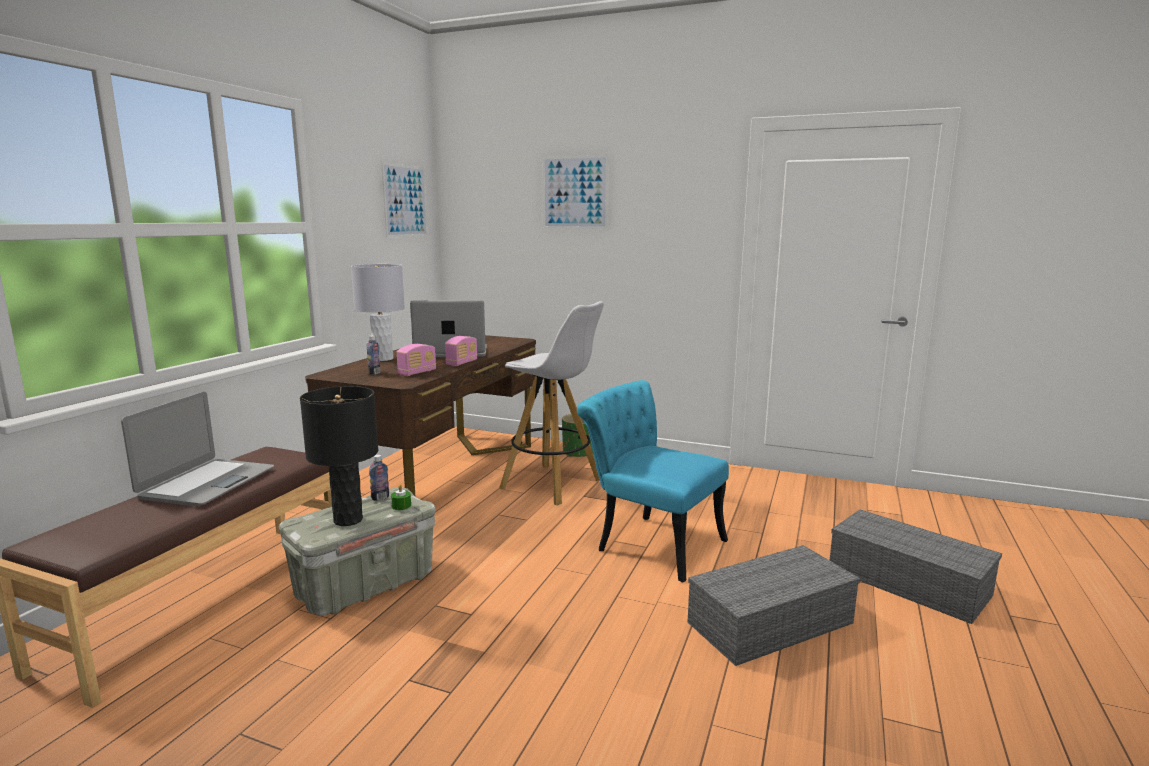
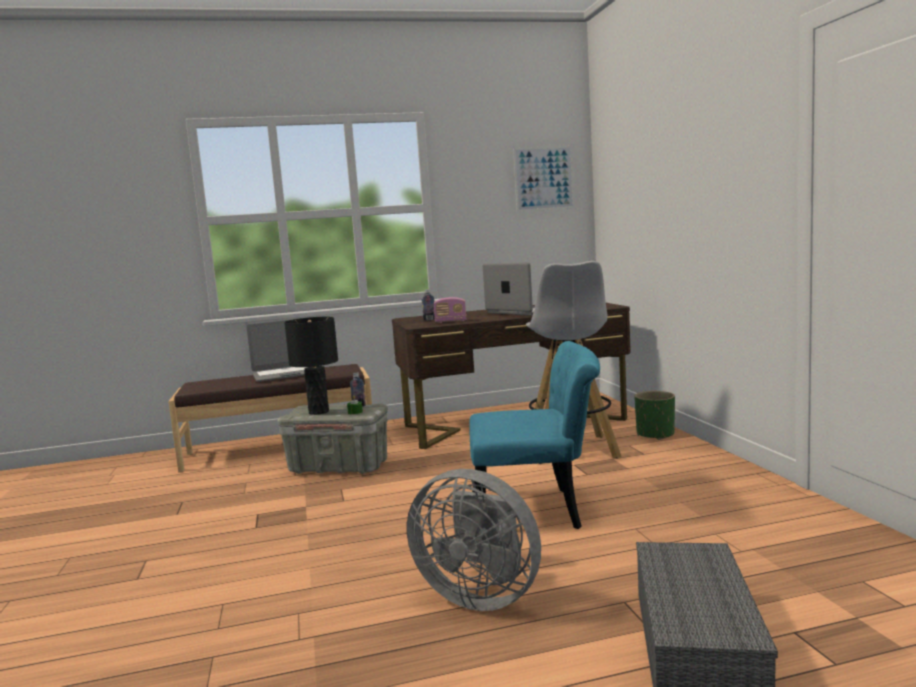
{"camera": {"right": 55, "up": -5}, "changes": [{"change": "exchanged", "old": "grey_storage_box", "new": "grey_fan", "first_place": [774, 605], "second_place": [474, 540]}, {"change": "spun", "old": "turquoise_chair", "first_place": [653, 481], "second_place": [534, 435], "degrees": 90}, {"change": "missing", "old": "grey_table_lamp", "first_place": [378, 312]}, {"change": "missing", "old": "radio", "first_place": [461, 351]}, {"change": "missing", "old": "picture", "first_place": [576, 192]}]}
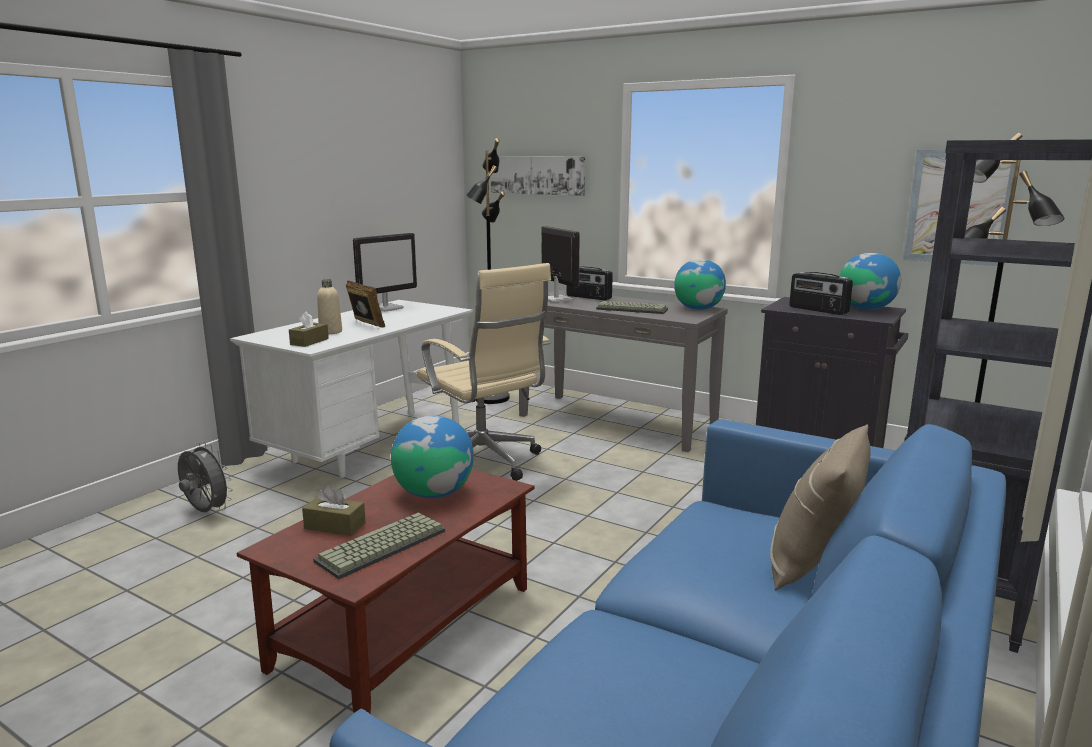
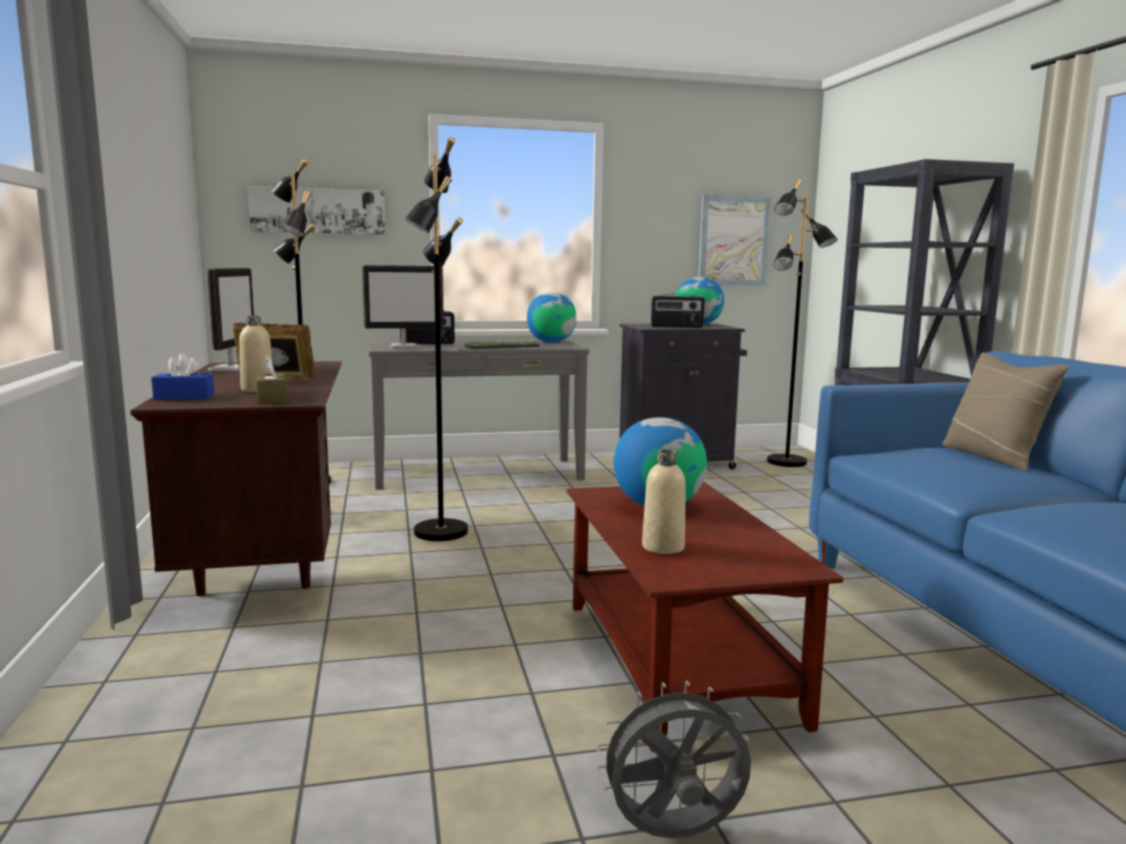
{"camera": {"right": -45, "up": -5}, "changes": [{"change": "colour", "old": "white_desk", "new": "brown_desk", "first_place": [351, 389], "second_place": [236, 478]}, {"change": "appeared", "new": "blue_tissue_box", "second_place": [182, 376]}, {"change": "spun", "old": "monitor", "first_place": [560, 264], "second_place": [403, 306], "degrees": 150}, {"change": "exchanged", "old": "beige_office_chair", "new": "black_floor_lamp", "first_place": [483, 372], "second_place": [436, 339]}, {"change": "relocated", "old": "grey_fan", "first_place": [205, 477], "second_place": [673, 759]}, {"change": "exchanged", "old": "brown_tissue_box", "new": "beige_bottle", "first_place": [334, 510], "second_place": [664, 502]}, {"change": "missing", "old": "keyboard", "first_place": [379, 545]}]}
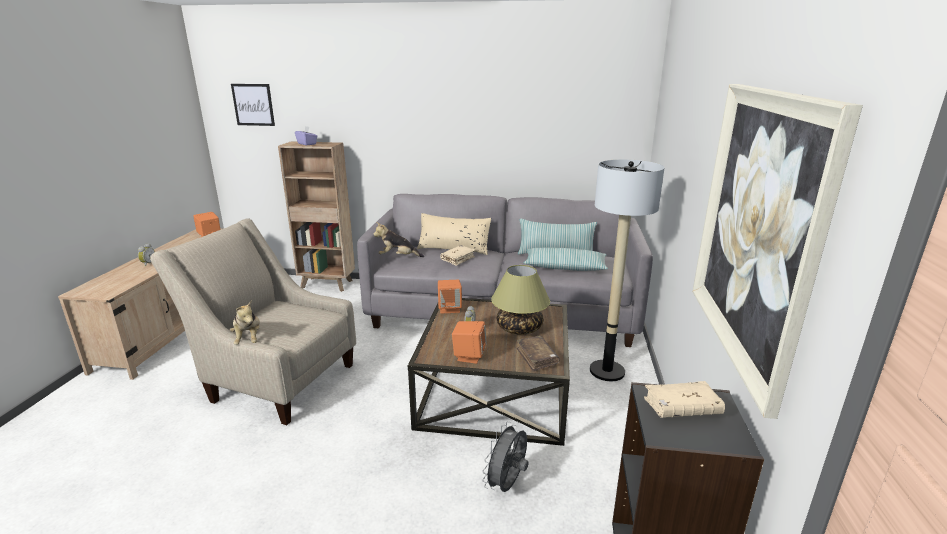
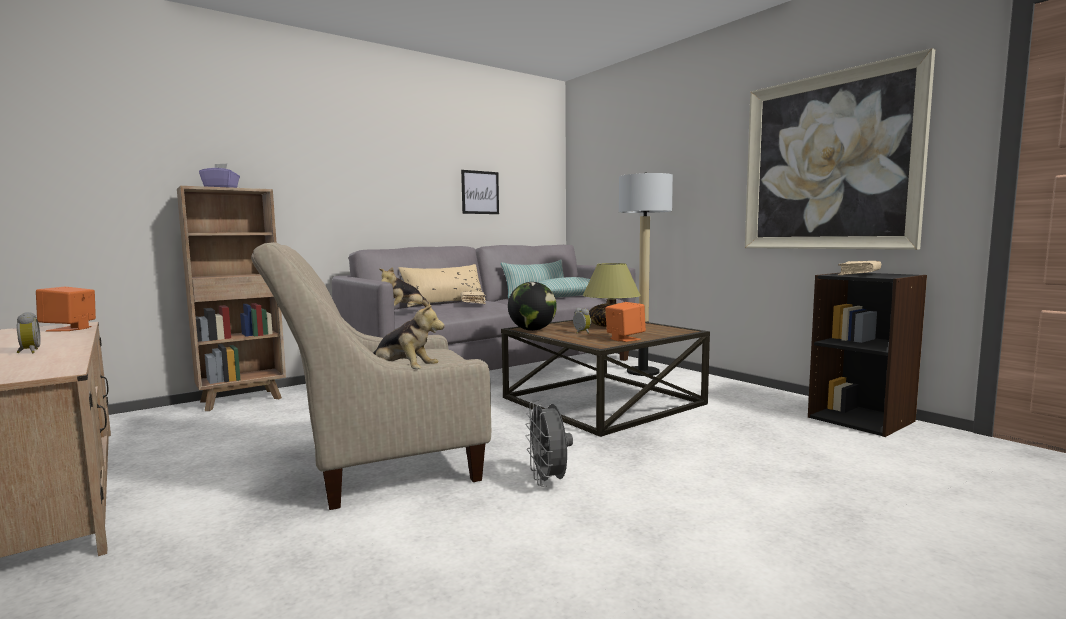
{"camera": {"right": -45, "up": -15}, "changes": [{"change": "relocated", "old": "picture", "first_place": [253, 105], "second_place": [480, 192]}, {"change": "exchanged", "old": "orange_speaker", "new": "globe", "first_place": [450, 297], "second_place": [532, 306]}, {"change": "relocated", "old": "grey_fan", "first_place": [505, 456], "second_place": [549, 443]}, {"change": "missing", "old": "brown_book", "first_place": [538, 353]}]}
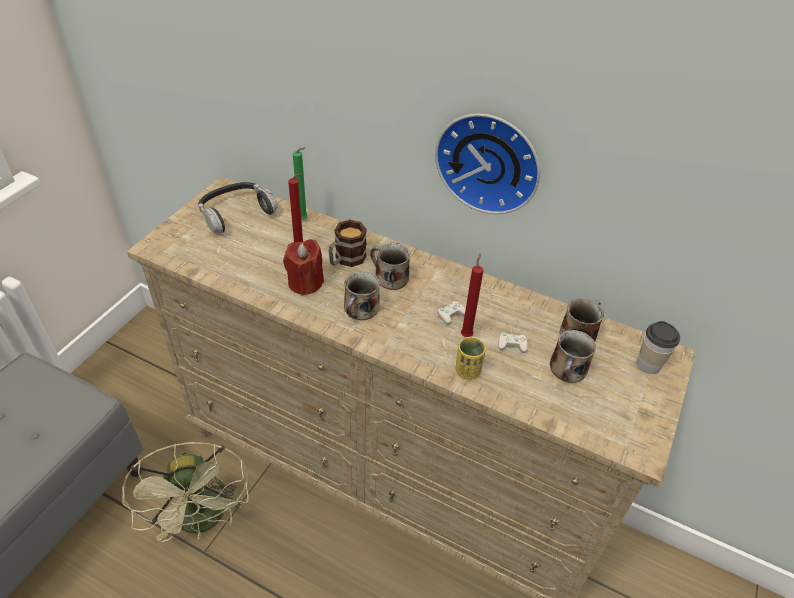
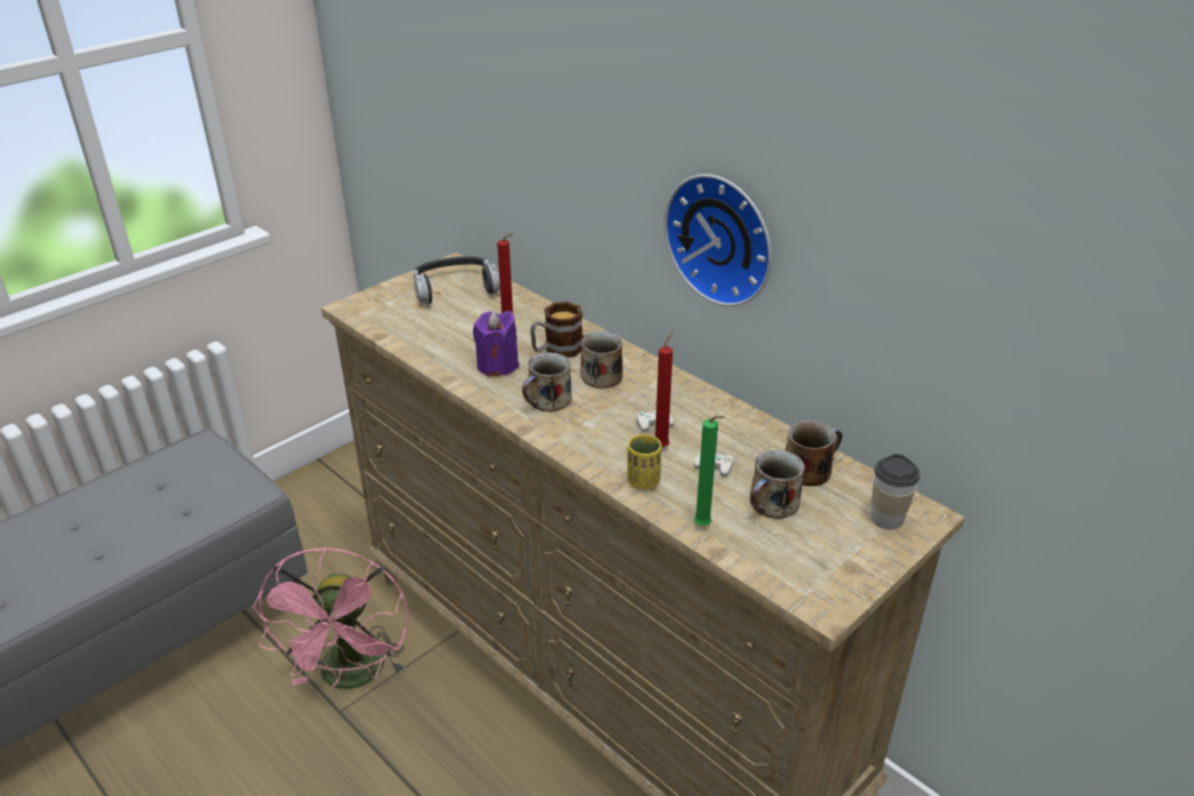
{"camera": {"right": 20, "up": -10}, "changes": [{"change": "colour", "old": "green_fan", "new": "pink_fan", "first_place": [185, 492], "second_place": [331, 618]}, {"change": "colour", "old": "red_candle", "new": "purple_candle", "first_place": [303, 267], "second_place": [496, 344]}, {"change": "relocated", "old": "green_candle", "first_place": [300, 184], "second_place": [709, 471]}]}
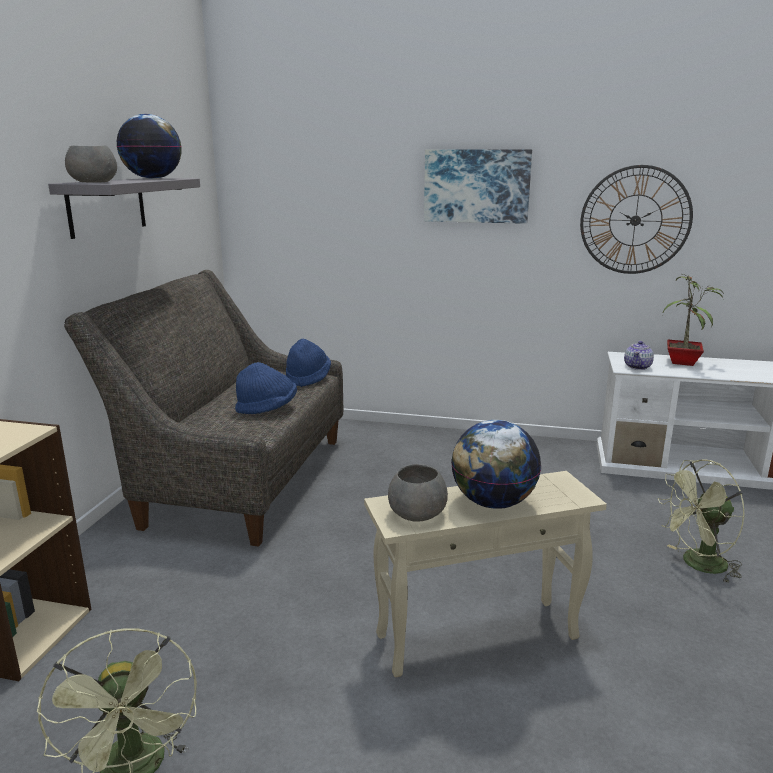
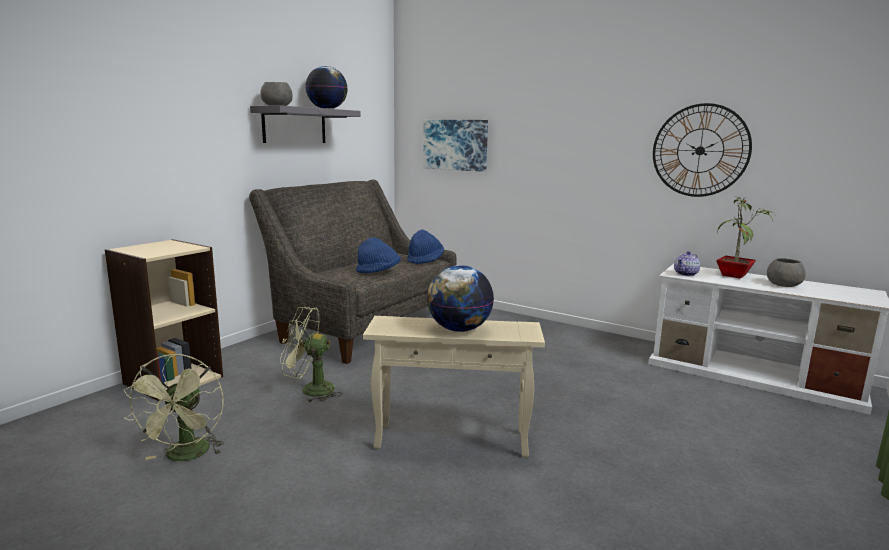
{"camera": {"right": 20, "up": -5}, "changes": [{"change": "relocated", "old": "green_fan", "first_place": [701, 521], "second_place": [311, 354]}, {"change": "relocated", "old": "picture", "first_place": [478, 186], "second_place": [455, 146]}, {"change": "relocated", "old": "grey_bowl", "first_place": [418, 492], "second_place": [786, 272]}]}
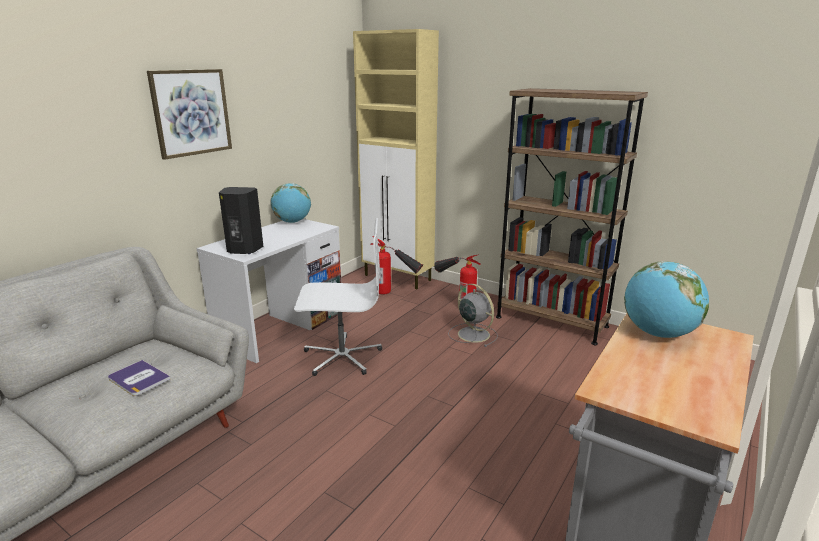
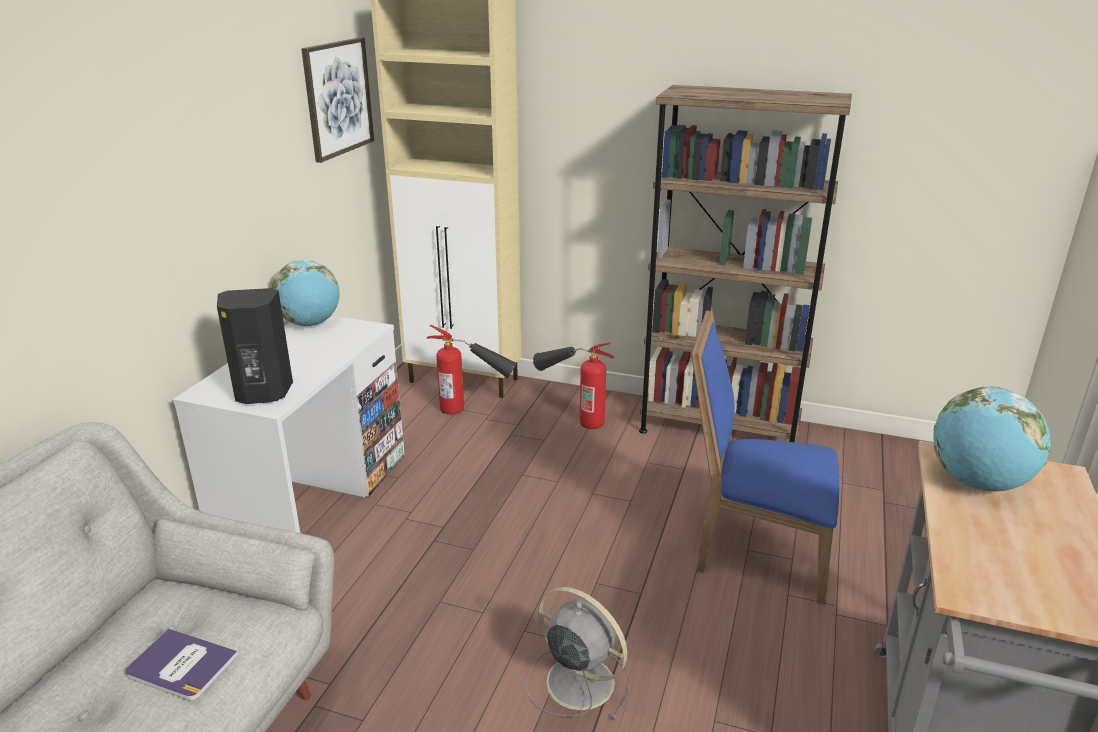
{"camera": {"right": -15, "up": 5}, "changes": [{"change": "relocated", "old": "picture", "first_place": [189, 114], "second_place": [337, 100]}, {"change": "relocated", "old": "grey_fan", "first_place": [473, 315], "second_place": [578, 653]}, {"change": "appeared", "new": "blue_chair", "second_place": [765, 457]}, {"change": "missing", "old": "white_office_chair", "first_place": [338, 297]}]}
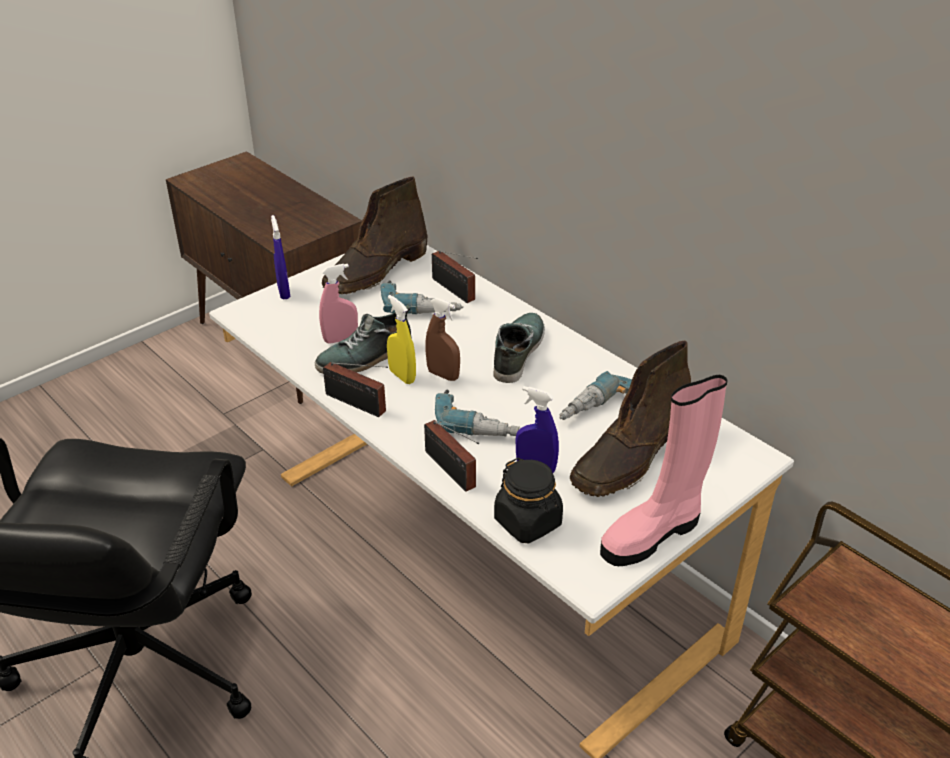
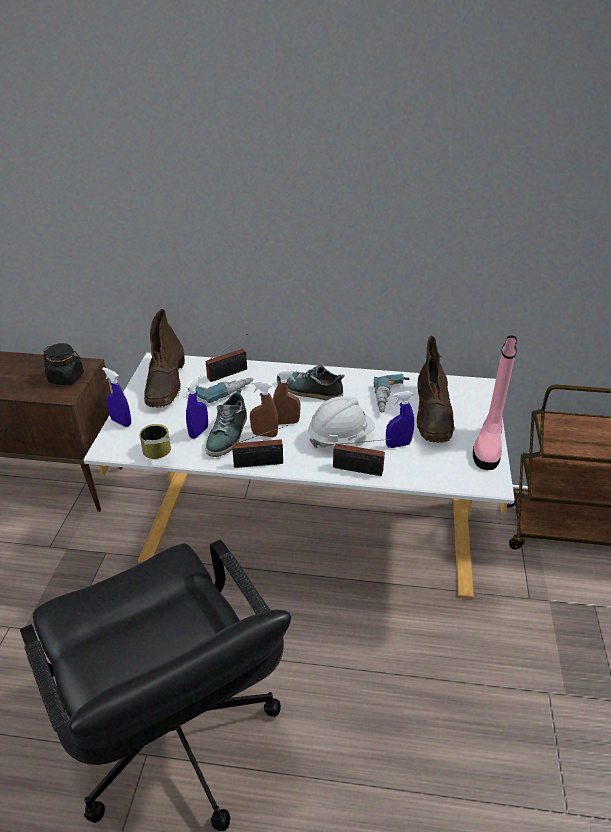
{"camera": {"right": -40, "up": 0}, "changes": [{"change": "relocated", "old": "black_jar", "first_place": [528, 500], "second_place": [63, 364]}, {"change": "appeared", "new": "can", "second_place": [155, 441]}, {"change": "colour", "old": "pink_spray_bottle", "new": "blue_spray_bottle", "first_place": [338, 304], "second_place": [197, 407]}, {"change": "spun", "old": "radio", "first_place": [455, 277], "second_place": [226, 358], "degrees": -45}, {"change": "colour", "old": "yellow_spray_bottle", "new": "brown_spray_bottle", "first_place": [401, 339], "second_place": [264, 409]}, {"change": "spun", "old": "shoe", "first_place": [519, 348], "second_place": [311, 383], "degrees": -45}, {"change": "exchanged", "old": "power_drill", "new": "white_hard_hat", "first_place": [477, 413], "second_place": [341, 422]}]}
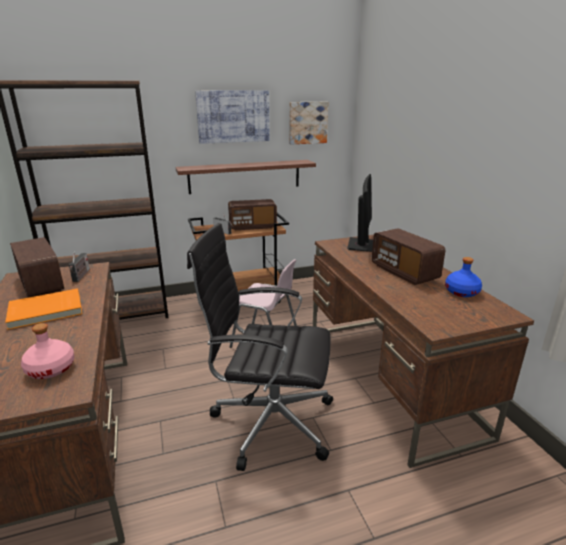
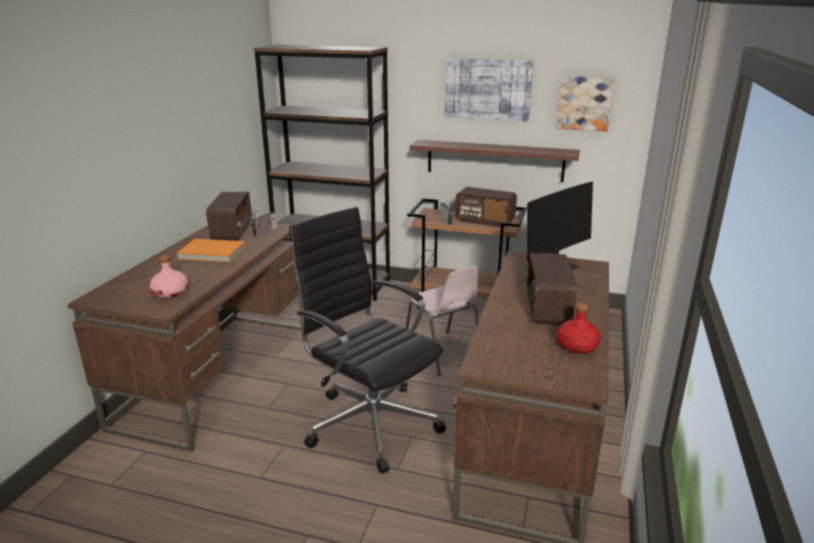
{"camera": {"right": 35, "up": 0}, "changes": [{"change": "colour", "old": "blue_bottle", "new": "red_bottle", "first_place": [463, 277], "second_place": [578, 328]}]}
